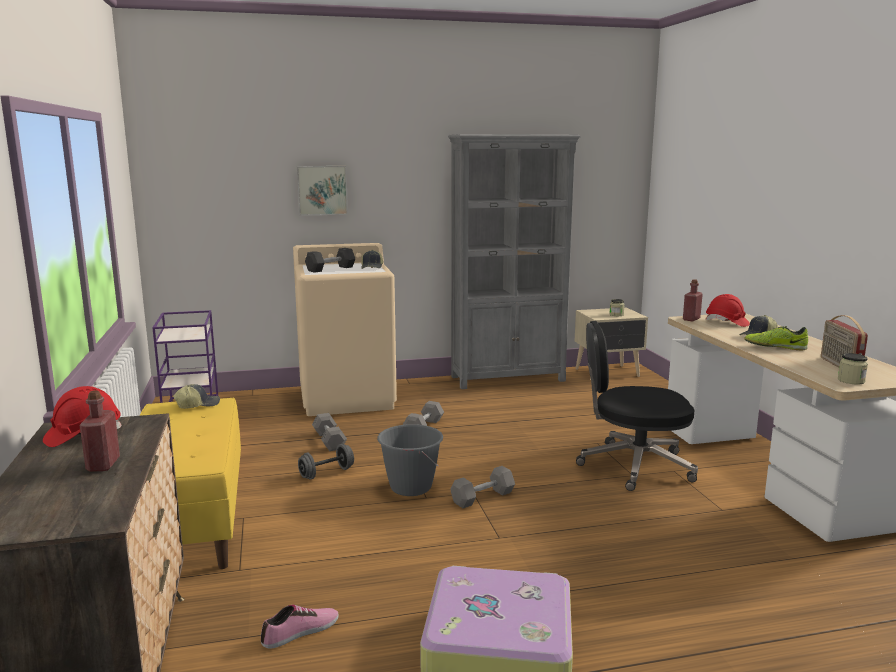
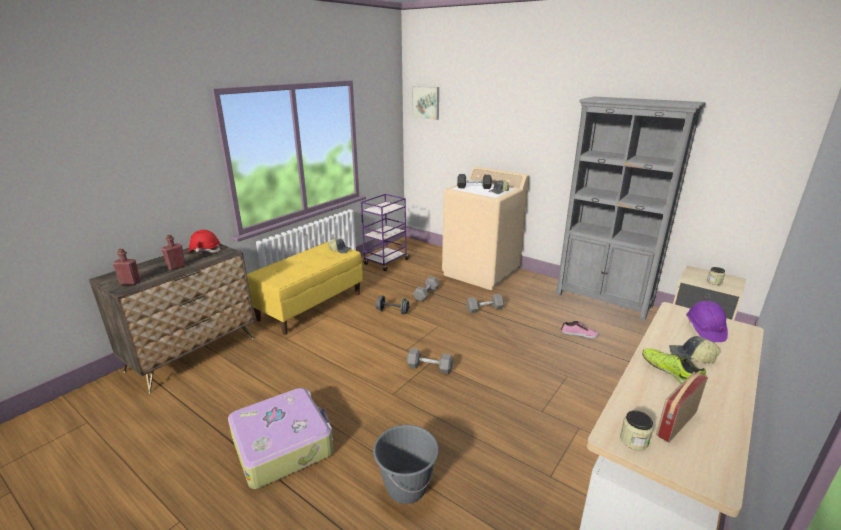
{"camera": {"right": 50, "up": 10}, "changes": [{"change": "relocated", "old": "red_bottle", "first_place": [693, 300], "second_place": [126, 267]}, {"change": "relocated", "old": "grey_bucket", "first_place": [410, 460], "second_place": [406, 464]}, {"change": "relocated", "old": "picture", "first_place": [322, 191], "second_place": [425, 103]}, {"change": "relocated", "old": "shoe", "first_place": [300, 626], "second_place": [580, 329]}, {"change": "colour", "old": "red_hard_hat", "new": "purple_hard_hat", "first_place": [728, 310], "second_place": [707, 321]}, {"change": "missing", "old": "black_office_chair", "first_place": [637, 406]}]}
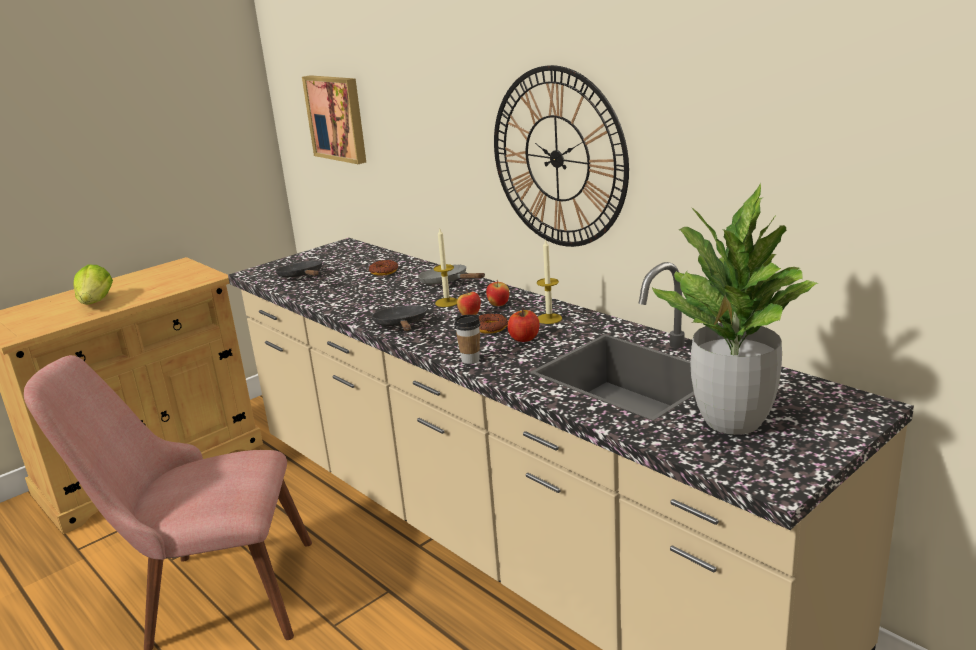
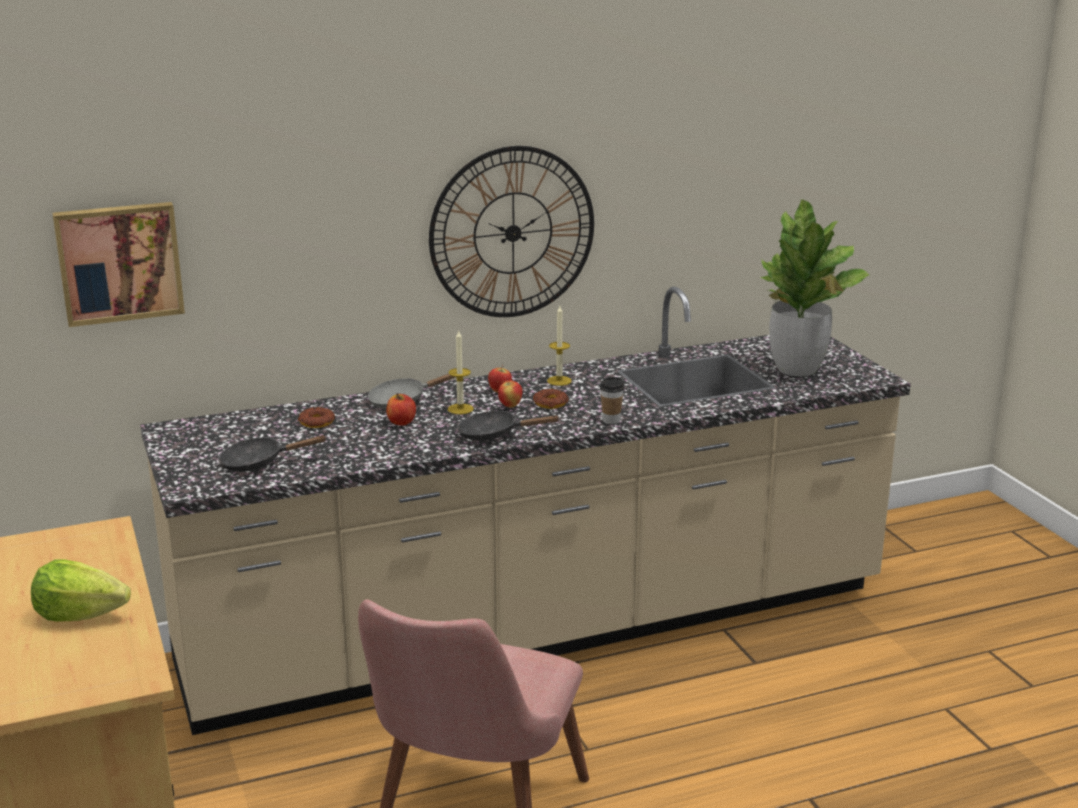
{"camera": {"right": -70, "up": 0}, "changes": [{"change": "relocated", "old": "apple", "first_place": [523, 325], "second_place": [401, 409]}]}
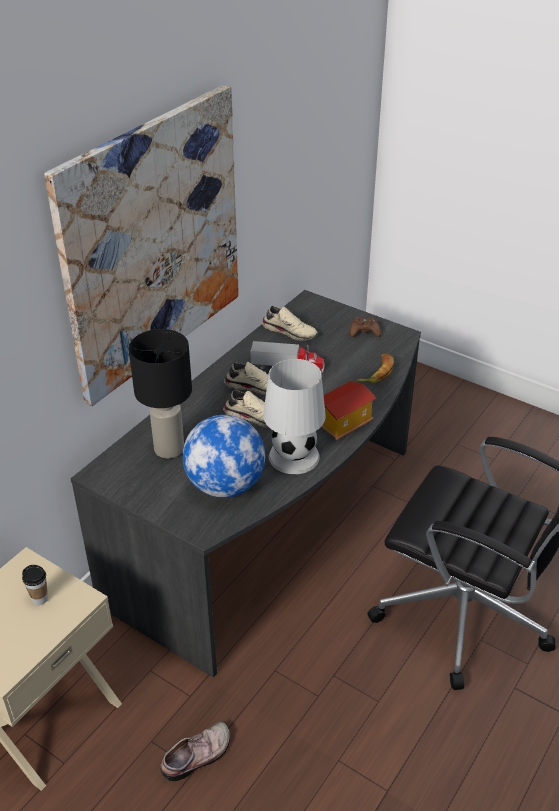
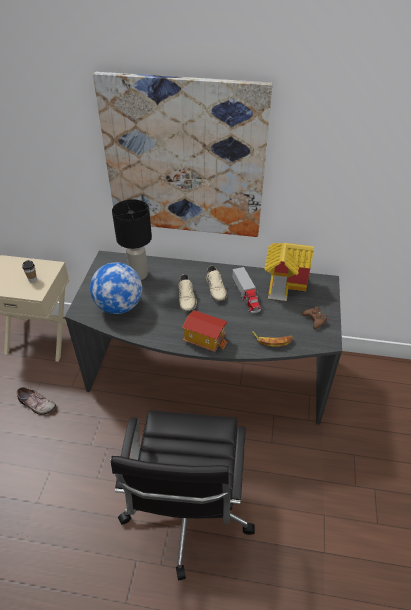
{"camera": {"right": 65, "up": 5}, "changes": [{"change": "exchanged", "old": "beige_shoe", "new": "toy_house", "first_place": [290, 323], "second_place": [289, 272]}, {"change": "missing", "old": "white_table_lamp", "first_place": [294, 416]}]}
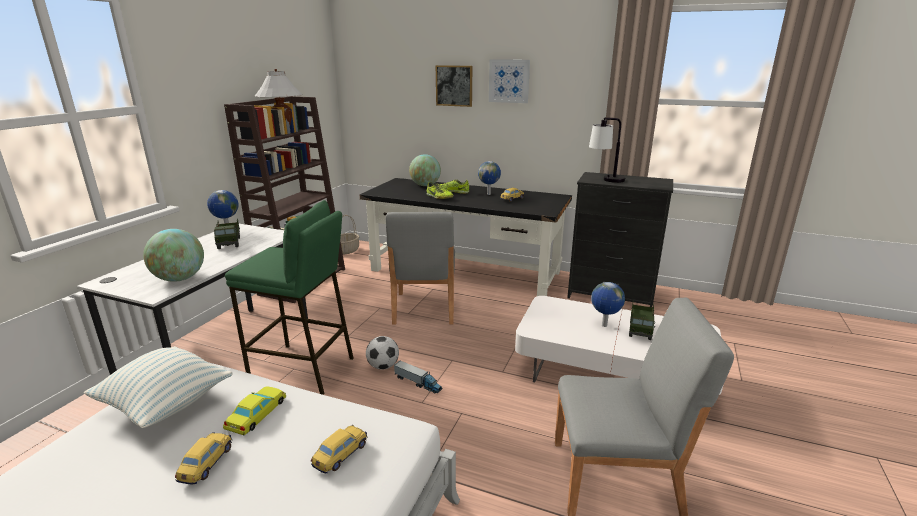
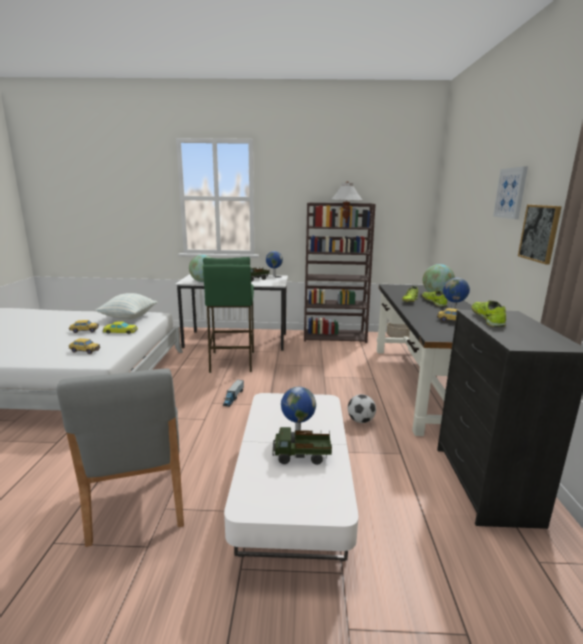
{"camera": {"right": 70, "up": -5}, "changes": [{"change": "relocated", "old": "football", "first_place": [382, 353], "second_place": [362, 408]}, {"change": "exchanged", "old": "table_lamp", "new": "shoe", "first_place": [607, 150], "second_place": [489, 313]}, {"change": "relocated", "old": "picture", "first_place": [454, 86], "second_place": [540, 234]}, {"change": "missing", "old": "grey_chair", "first_place": [420, 268]}]}
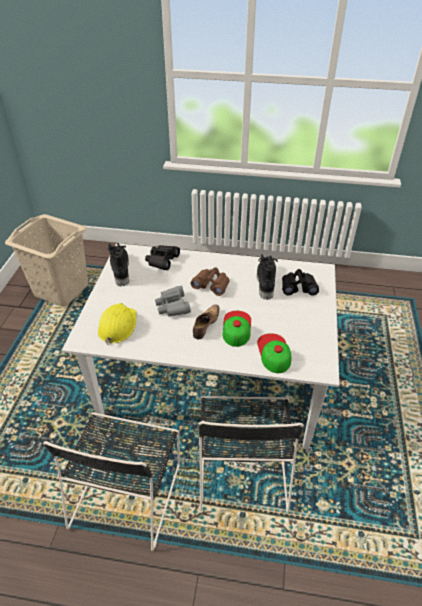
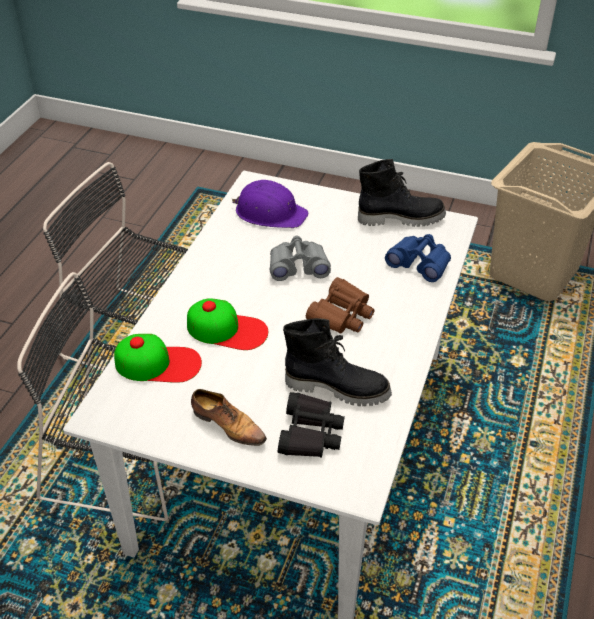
{"camera": {"right": 100, "up": 0}, "changes": [{"change": "relocated", "old": "shoe", "first_place": [206, 321], "second_place": [229, 417]}, {"change": "colour", "old": "yellow_hard_hat", "new": "purple_hard_hat", "first_place": [117, 324], "second_place": [270, 204]}, {"change": "colour", "old": "black_binoculars", "new": "blue_binoculars", "first_place": [162, 257], "second_place": [418, 258]}]}
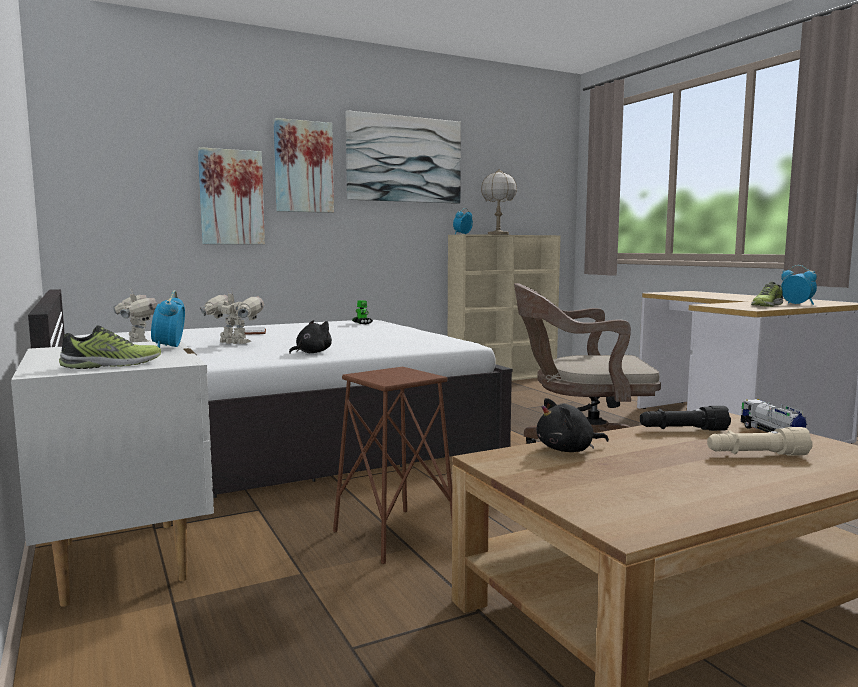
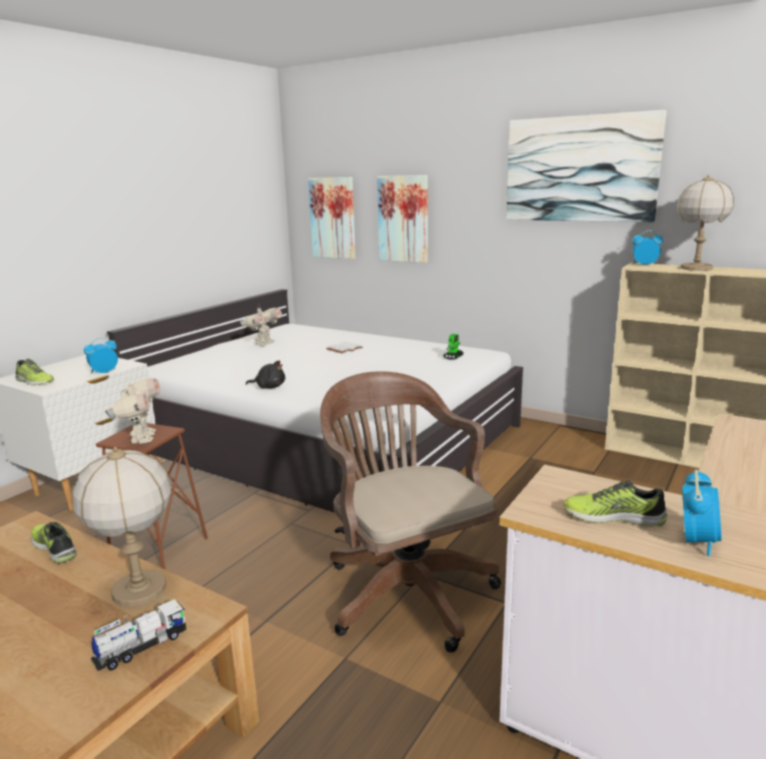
{"camera": {"right": 60, "up": 10}, "changes": [{"change": "exchanged", "old": "black_plush_toy", "new": "shoe", "first_place": [572, 425], "second_place": [54, 543]}, {"change": "exchanged", "old": "black_flashlight", "new": "table_lamp", "first_place": [685, 418], "second_place": [122, 527]}, {"change": "relocated", "old": "toy_robot", "first_place": [232, 317], "second_place": [133, 411]}, {"change": "relocated", "old": "picture", "first_place": [303, 165], "second_place": [332, 218]}, {"change": "missing", "old": "beige_flashlight", "first_place": [760, 441]}]}
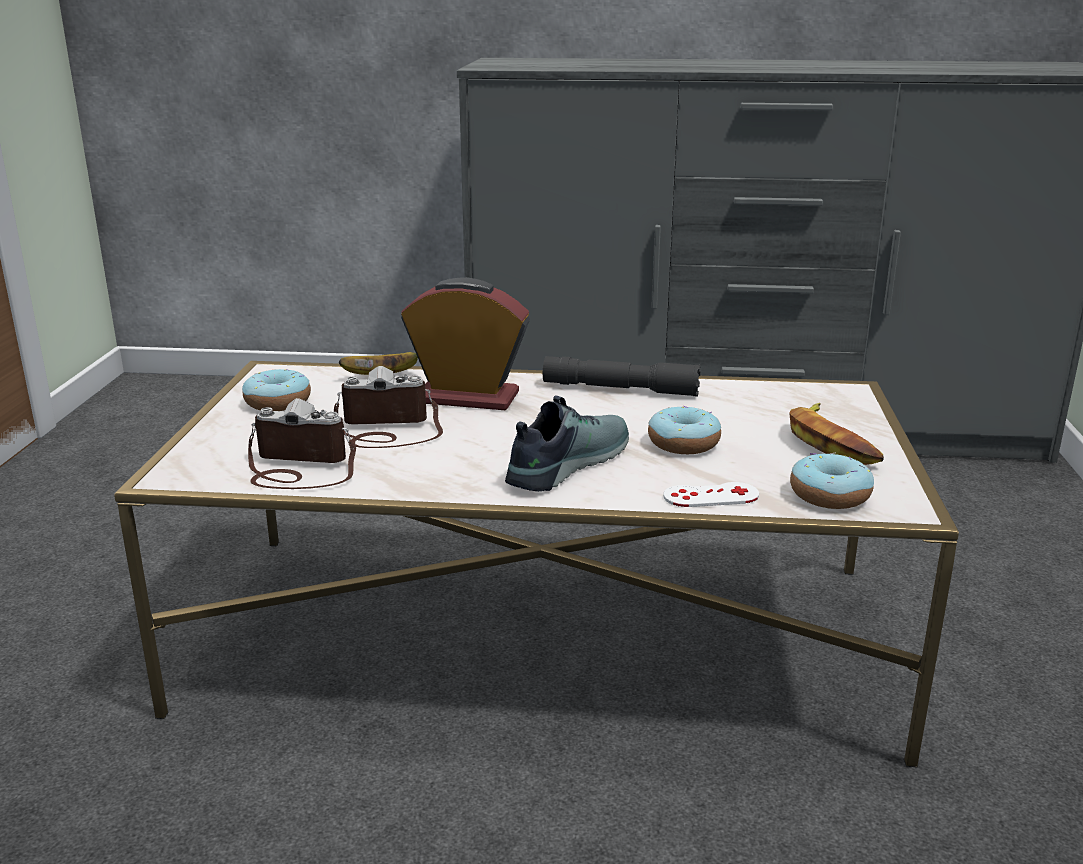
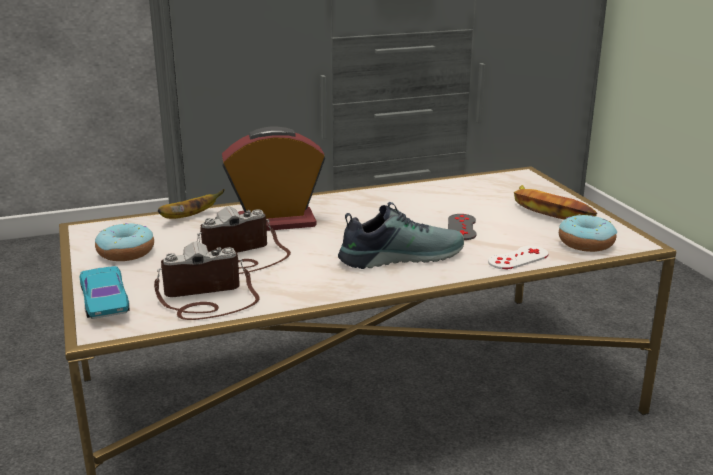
{"camera": {"right": -25, "up": 0}, "changes": [{"change": "appeared", "new": "turquoise_toy_car", "second_place": [105, 292]}, {"change": "spun", "old": "shoe", "first_place": [567, 443], "second_place": [401, 235], "degrees": 60}, {"change": "exchanged", "old": "donut", "new": "grey_game_controller", "first_place": [684, 430], "second_place": [462, 227]}, {"change": "missing", "old": "grey_flashlight", "first_place": [622, 376]}]}
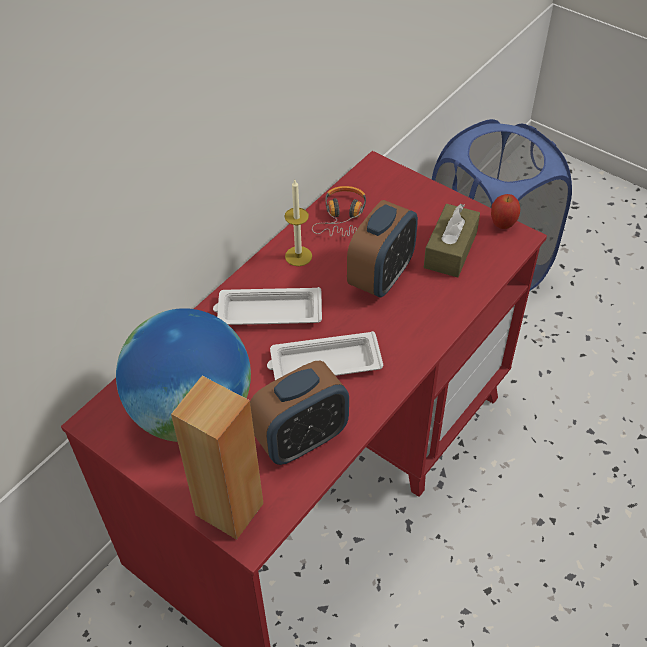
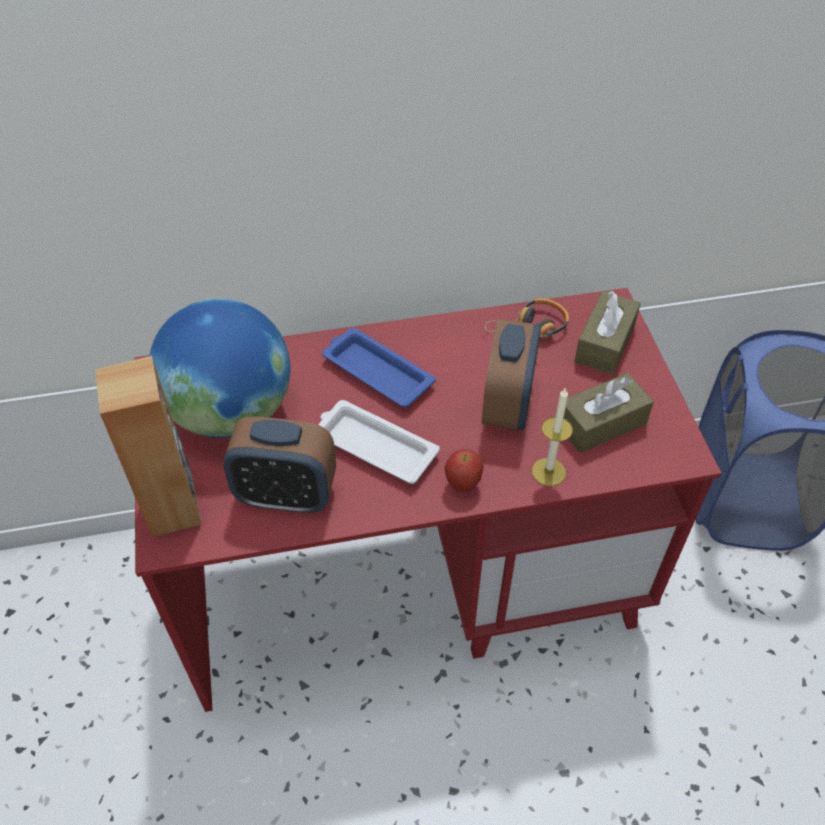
{"camera": {"right": 40, "up": 0}, "changes": [{"change": "colour", "old": "white_tray", "new": "blue_tray", "first_place": [267, 306], "second_place": [379, 368]}, {"change": "relocated", "old": "apple", "first_place": [505, 211], "second_place": [464, 470]}, {"change": "spun", "old": "alarm_clock", "first_place": [382, 249], "second_place": [511, 374], "degrees": -60}, {"change": "relocated", "old": "candle", "first_place": [298, 223], "second_place": [552, 436]}, {"change": "appeared", "new": "brown_tissue_box", "second_place": [607, 333]}]}
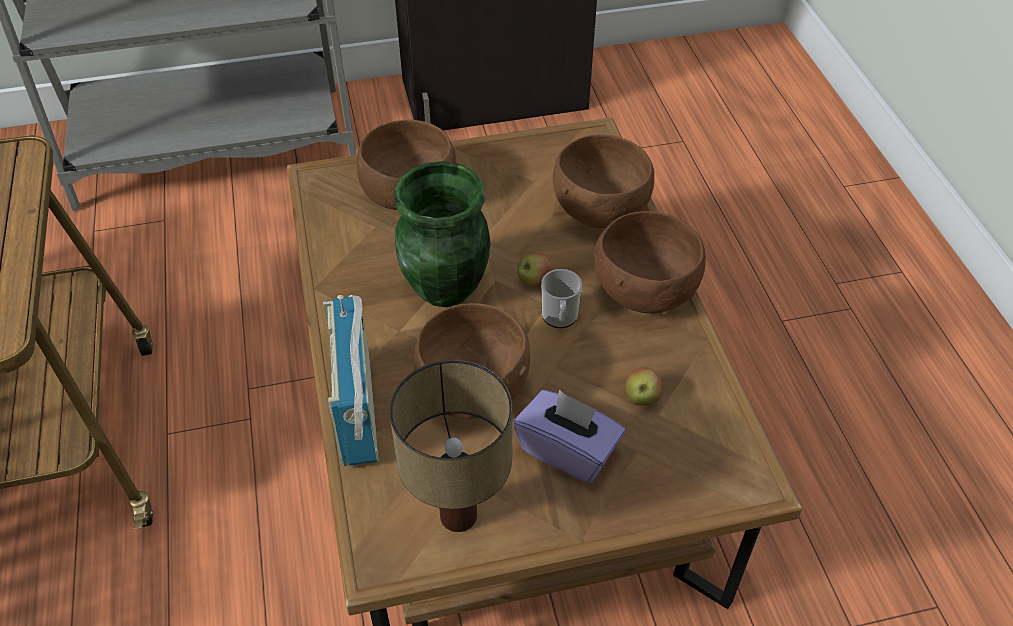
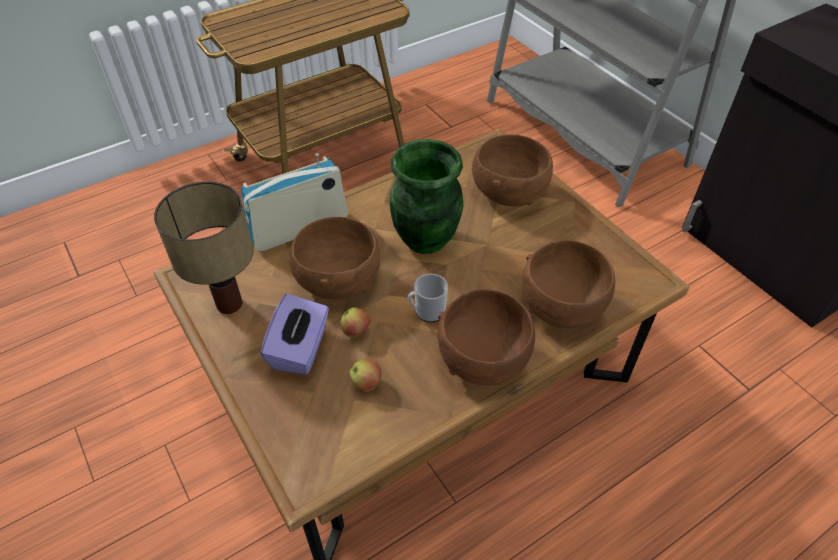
{"camera": {"right": 70, "up": 0}, "changes": [{"change": "relocated", "old": "apple", "first_place": [535, 270], "second_place": [356, 322]}]}
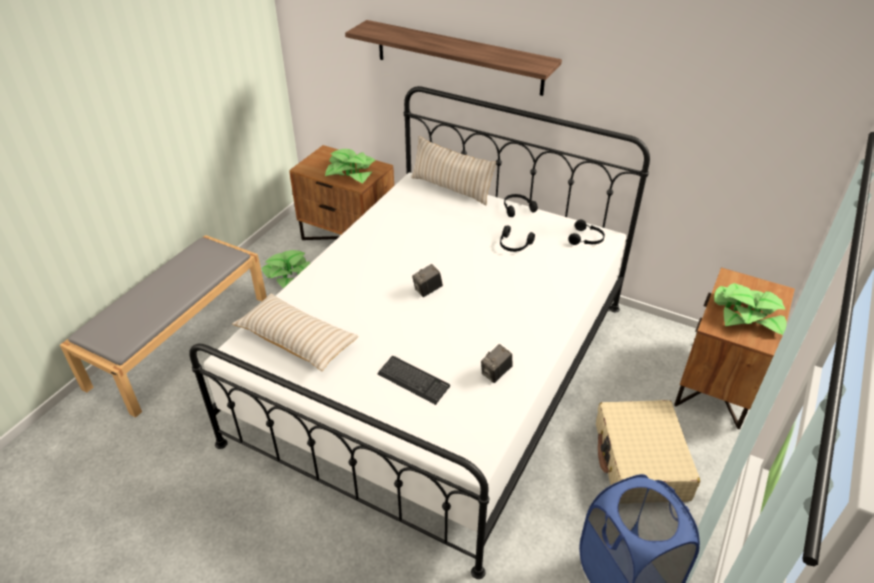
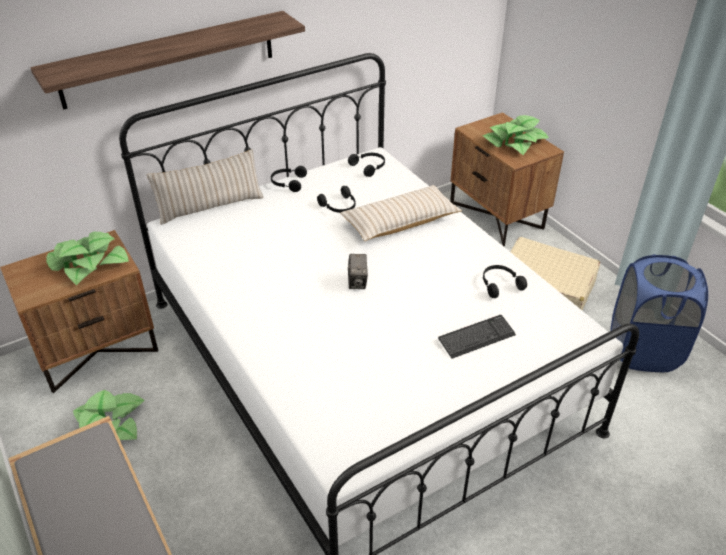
{"camera": {"right": -60, "up": 0}, "changes": [{"change": "relocated", "old": "beige_pillow", "first_place": [295, 332], "second_place": [401, 213]}, {"change": "exchanged", "old": "photo_camera", "new": "black_headphones", "first_place": [497, 363], "second_place": [505, 281]}]}
